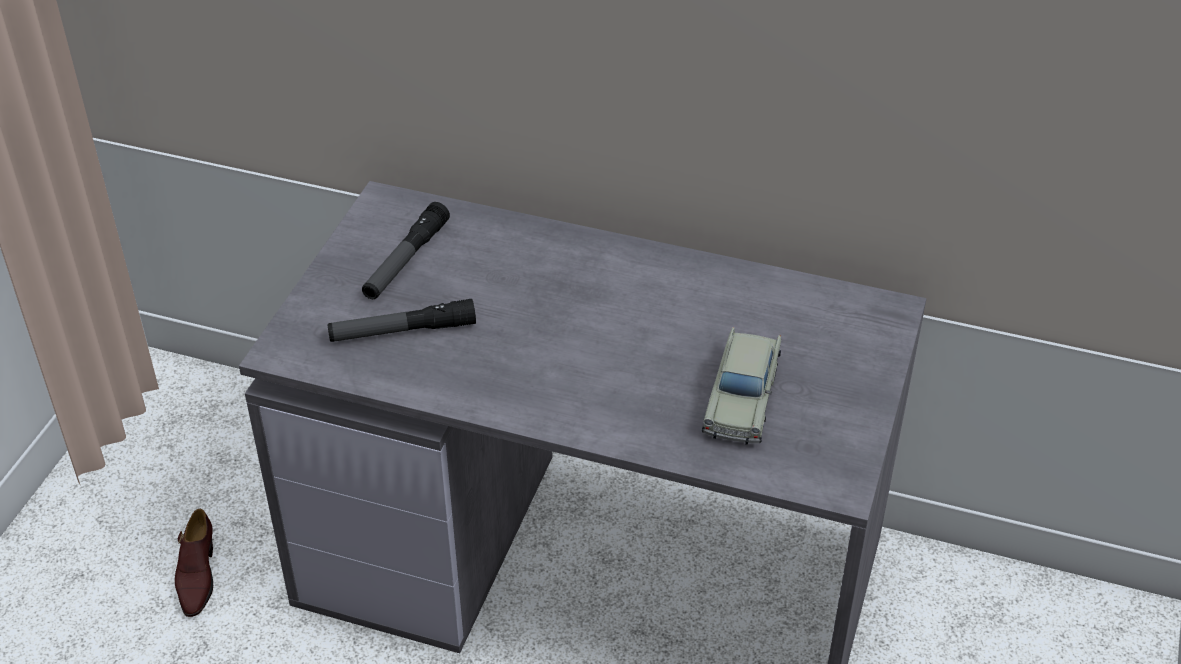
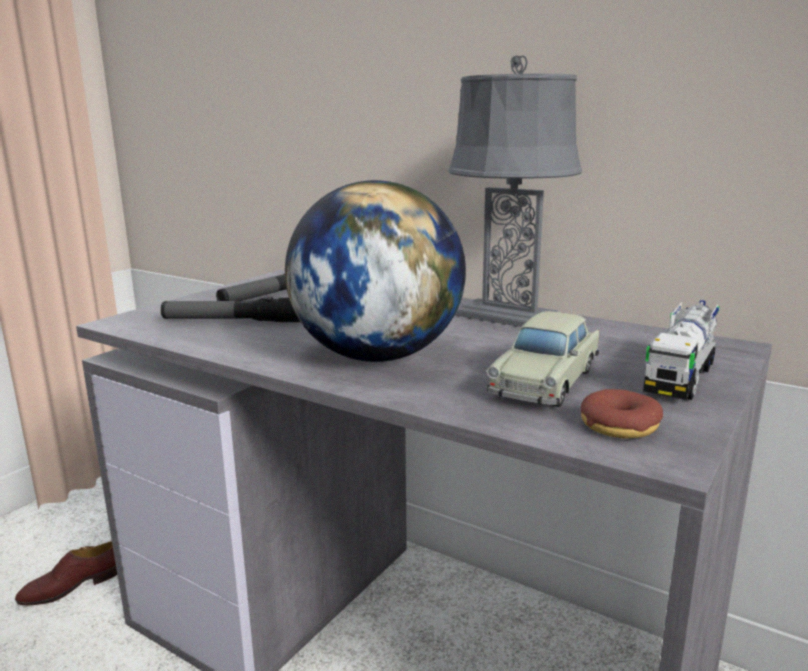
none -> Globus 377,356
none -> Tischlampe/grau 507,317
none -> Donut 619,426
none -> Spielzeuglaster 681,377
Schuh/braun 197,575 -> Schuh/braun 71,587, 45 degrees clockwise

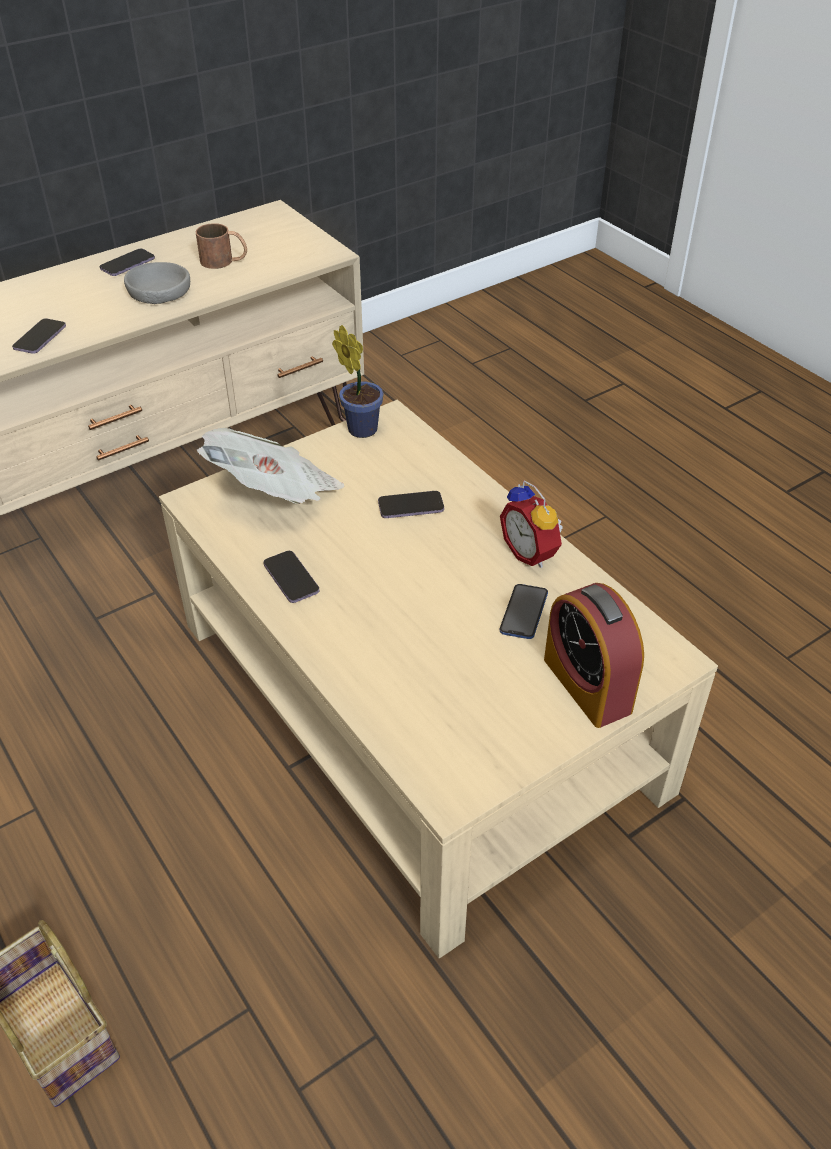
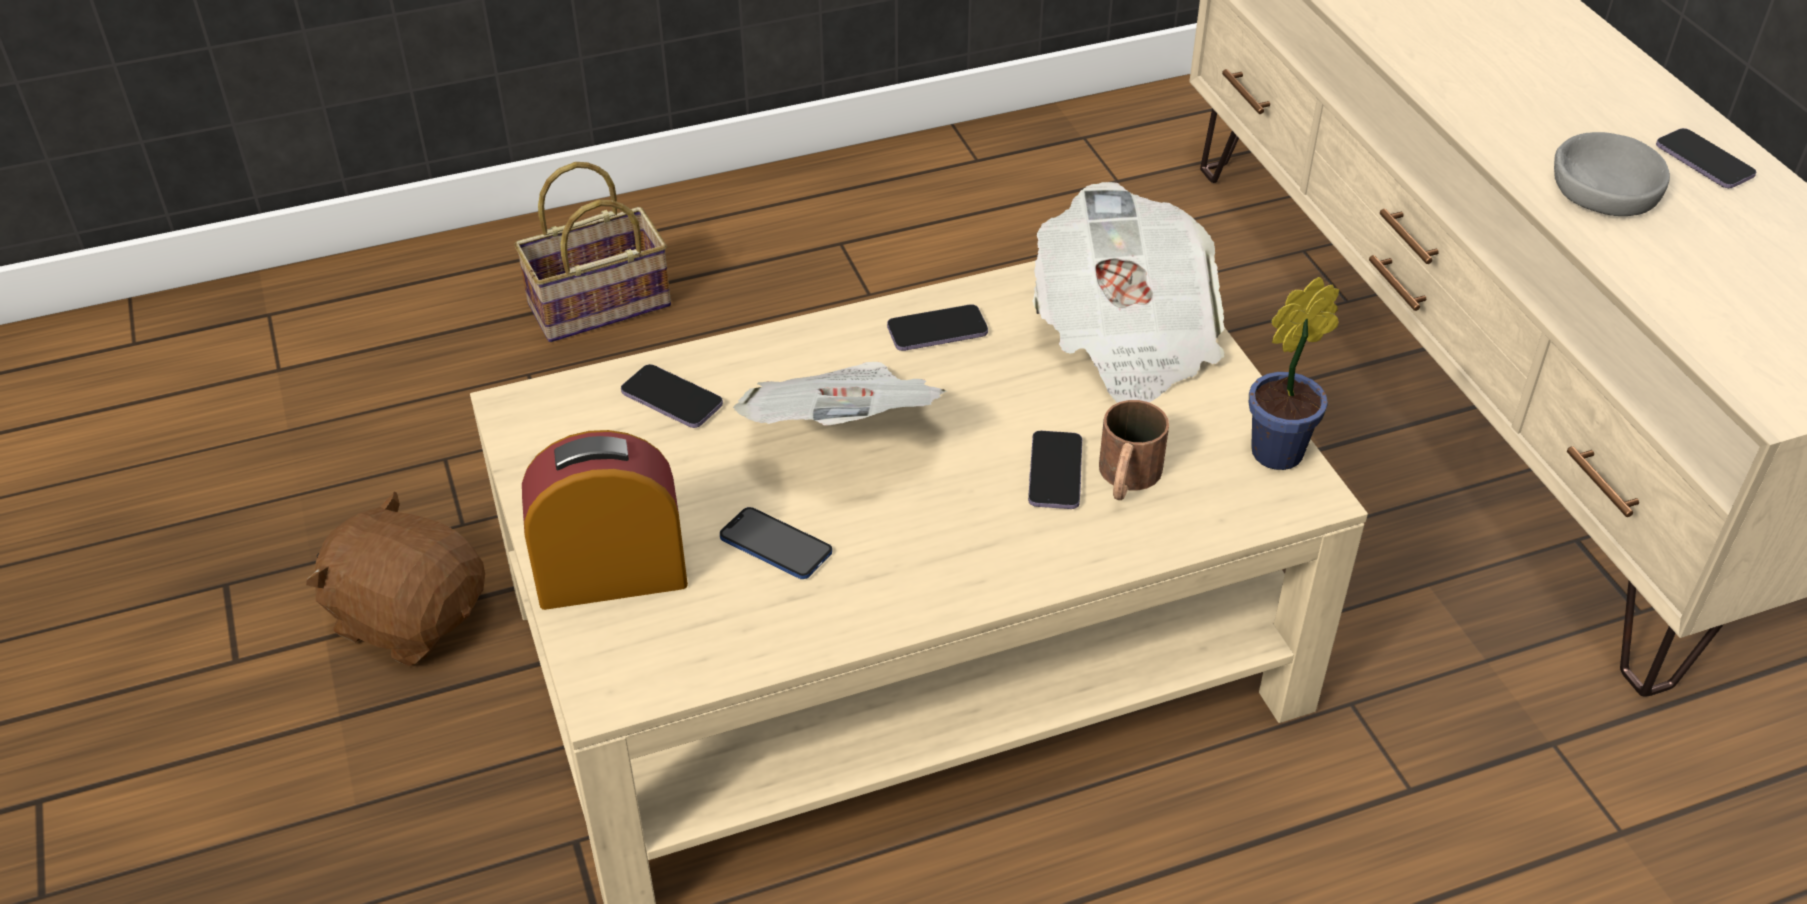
Wecker 531,552 -> none
none -> Plüschtier/braun 409,616
none -> Zeitung 842,435
Handy 40,338 -> Handy 672,399, move
Henkelbecher/braun 224,261 -> Henkelbecher/braun 1126,479, move

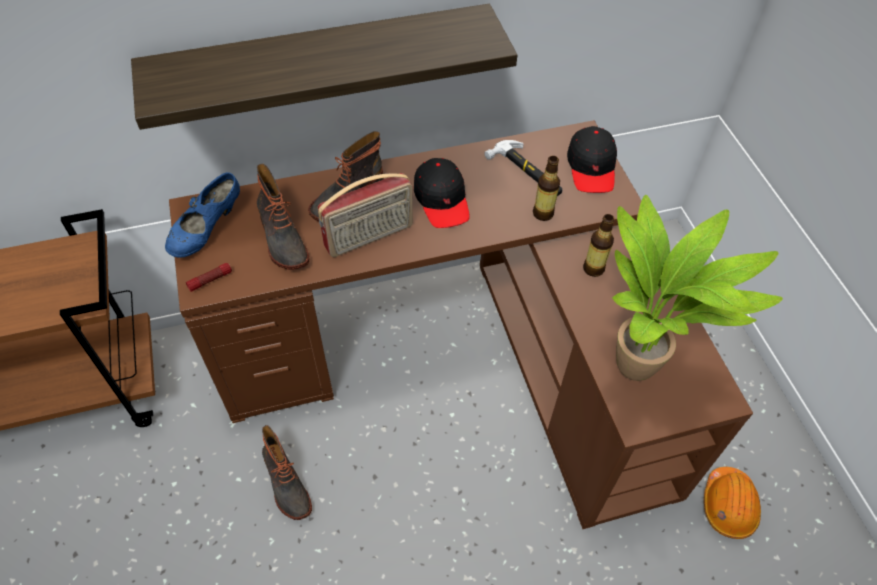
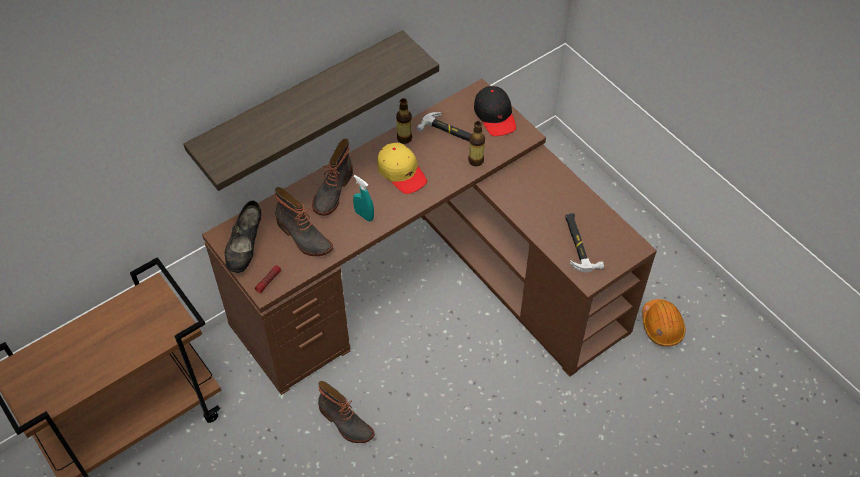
Flasche 593,268 -> Flasche 404,138, move
Radio 369,237 -> Sprühflasche/türkis 364,215
Topfpflanze 641,366 -> Hammer 579,244
Schuh/blau 207,231 -> Schuh/schwarz 245,248
Kappe/schwarz 442,200 -> Kappe/gelb 401,172

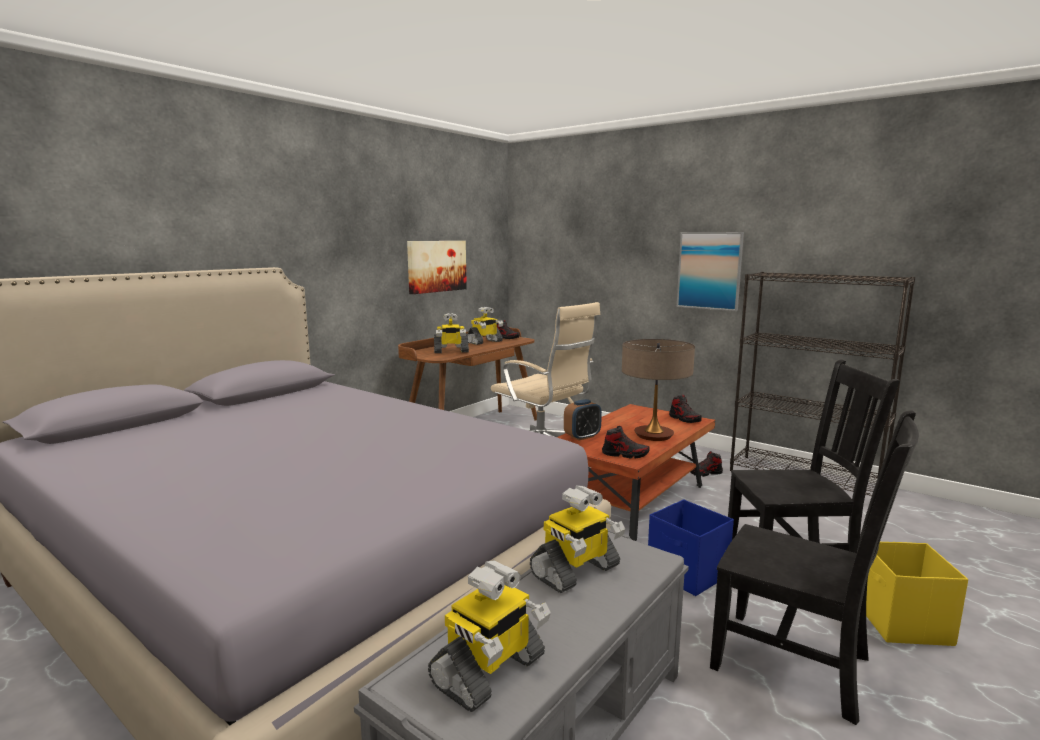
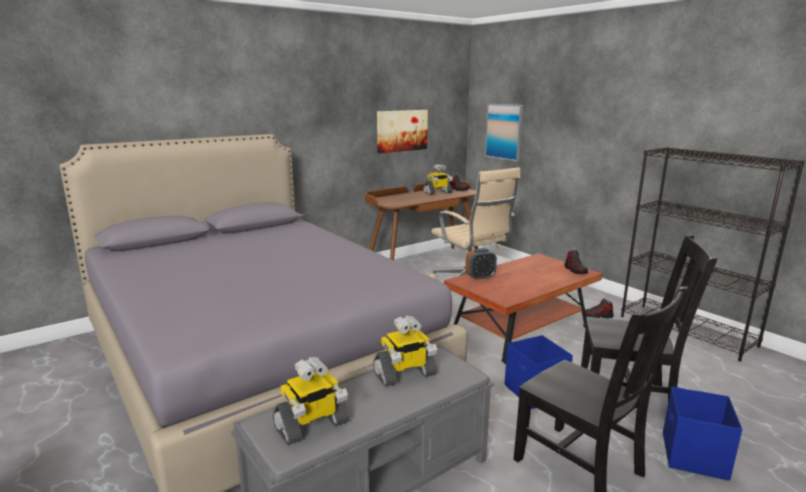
Spielzeugroboter 451,351 -> none
Schuh 625,454 -> none
Tischlampe 654,435 -> none
Bild 709,270 -> Bild 504,131, move
Aufbewahrungsbox/gelb 902,623 -> Aufbewahrungsbox/blau 693,456

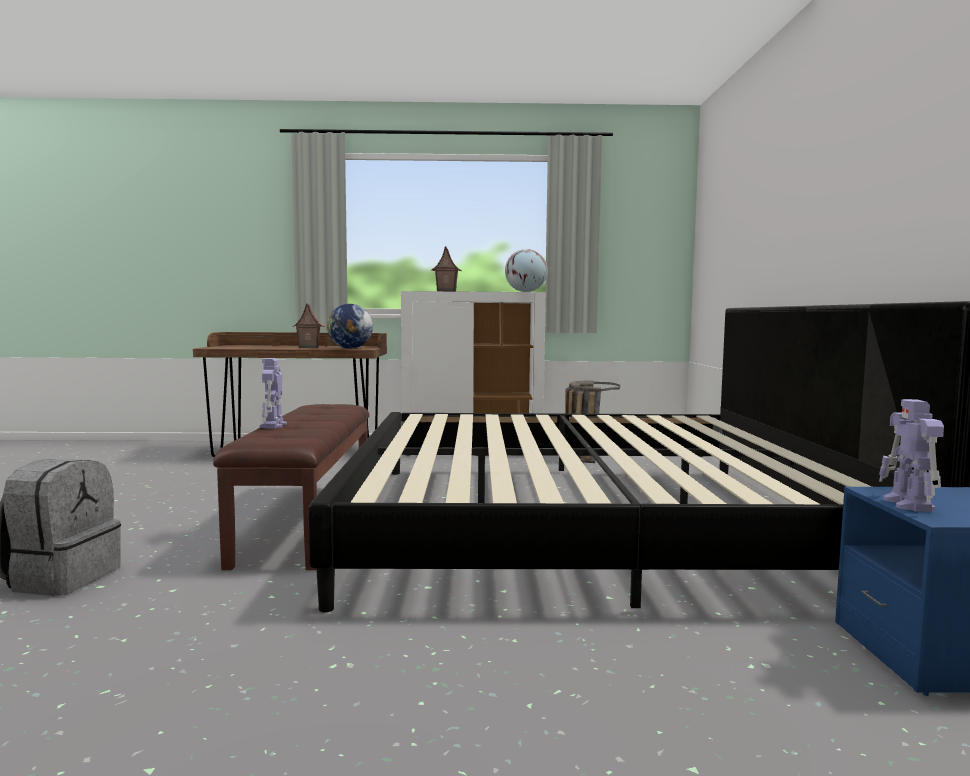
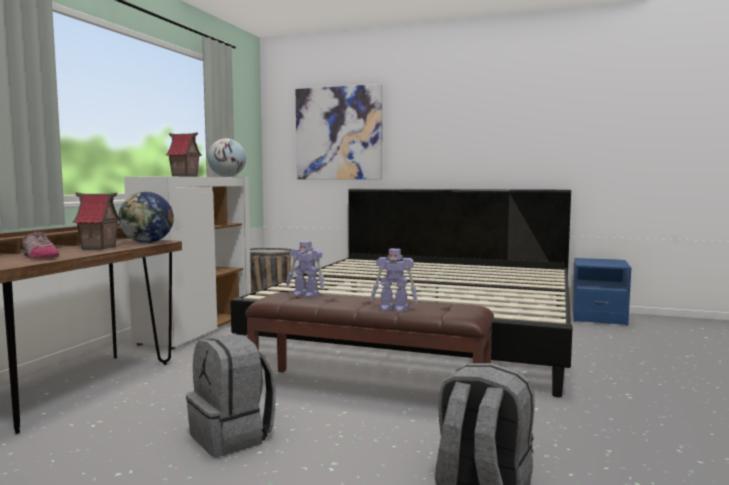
none -> Schuh 39,257
none -> Rucksack/grau 232,437
none -> Bild 338,133
Spielzeugroboter 909,504 -> Spielzeugroboter 306,295, move

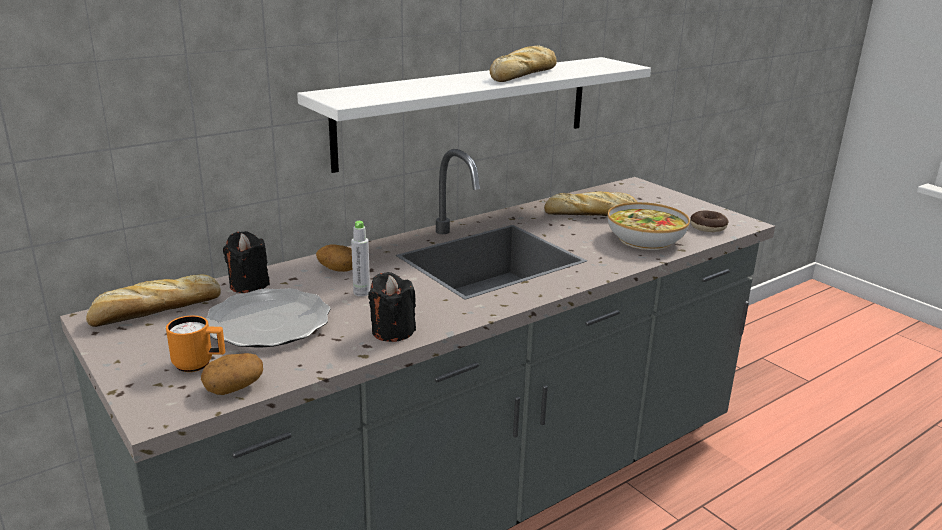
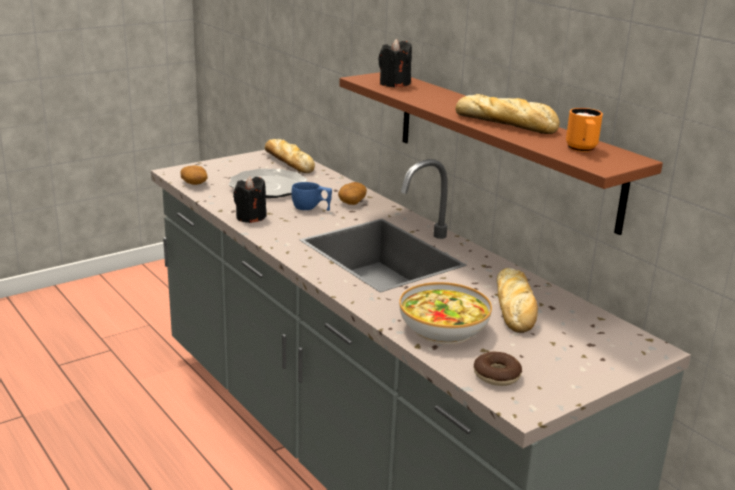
Henkelbecher/orange 199,364 -> Henkelbecher/orange 582,149, move
Kerze/schwarz 249,285 -> Kerze/schwarz 394,84, move
Flasche/grau 361,292 -> Tasse/blau 311,208
Wandregal/weiß 468,110 -> Wandregal/braun 502,146

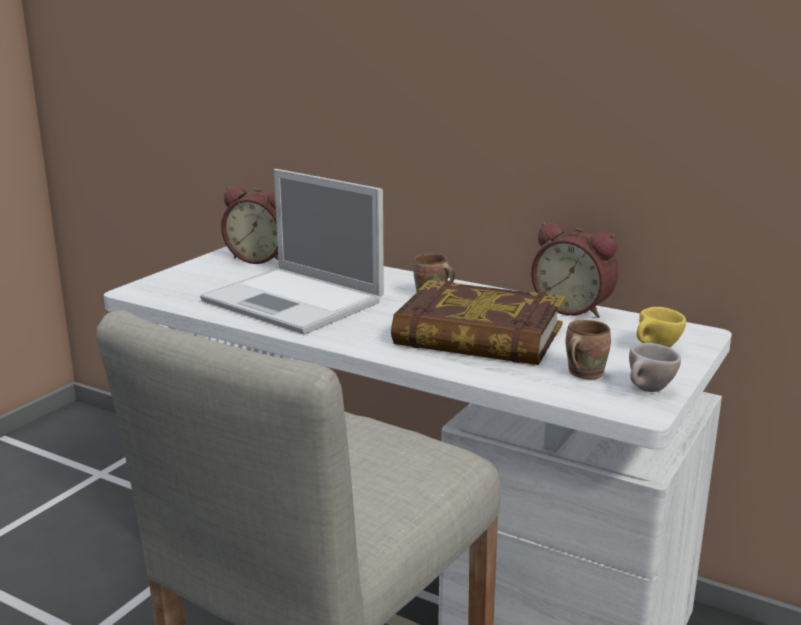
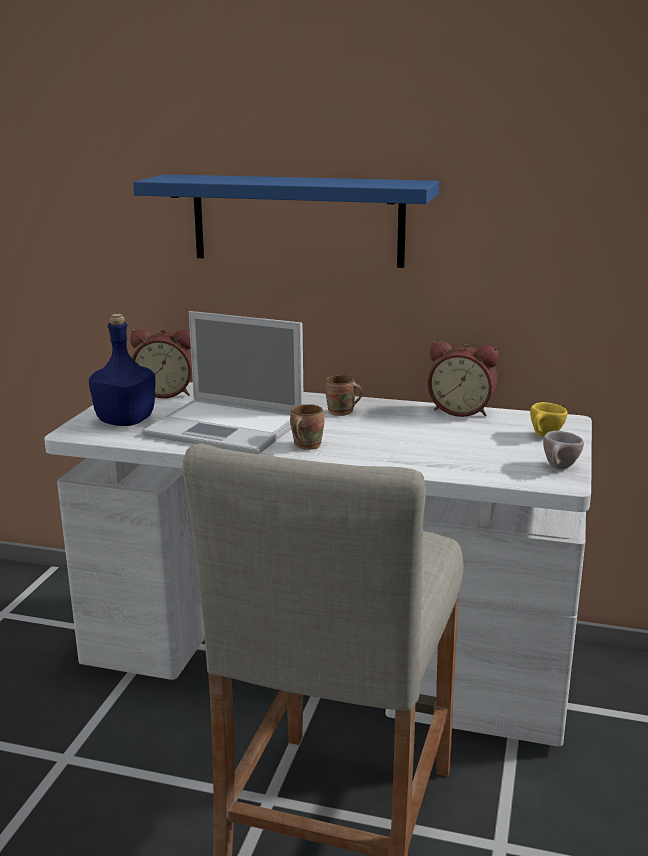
Buch 478,336 -> none
none -> Flasche/blau 127,421
none -> Wandregal/blau 297,220
Henkelbecher/braun 582,373 -> Henkelbecher/braun 305,446, move

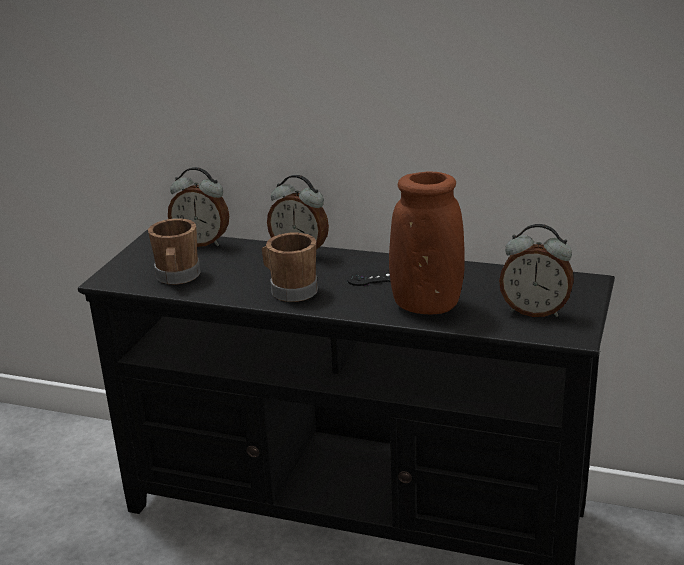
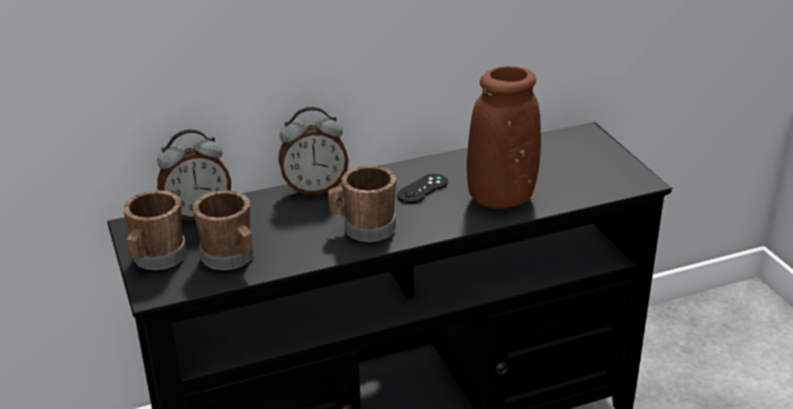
Wecker 535,311 -> none
none -> Henkelbecher/braun 156,259

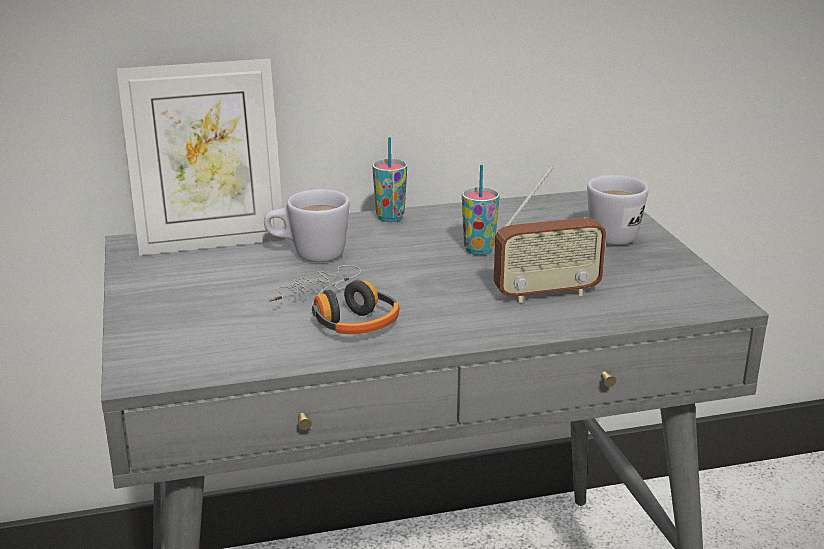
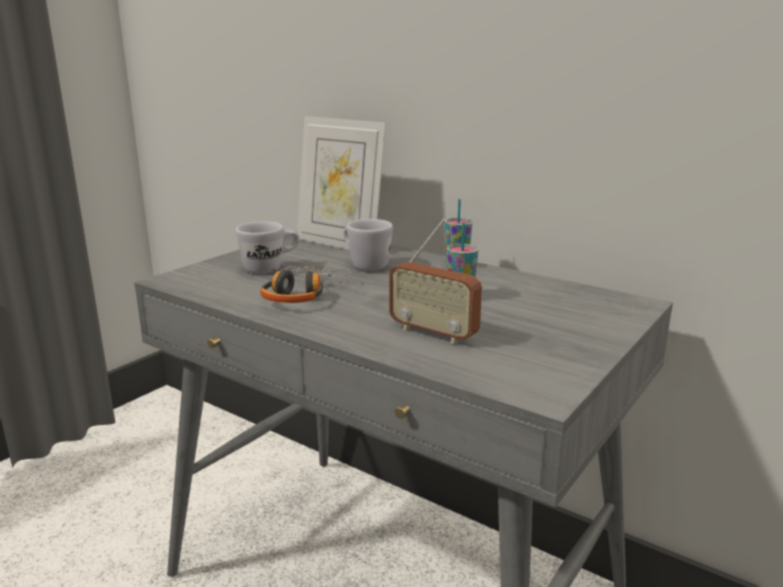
Henkelbecher/weiß 612,234 -> Henkelbecher/weiß 270,268, move

